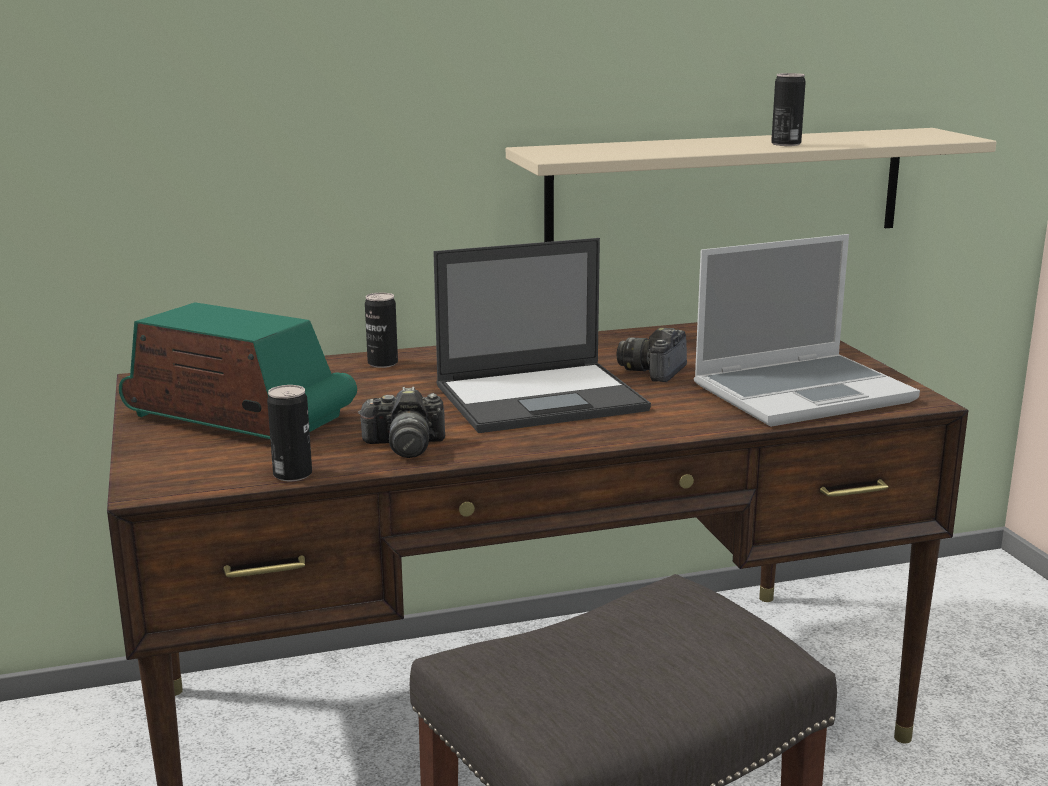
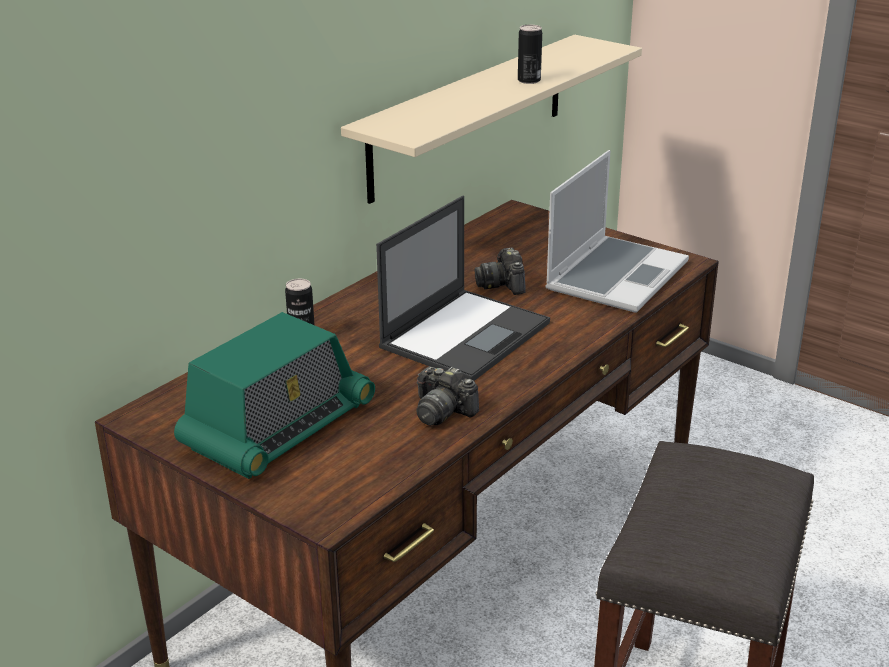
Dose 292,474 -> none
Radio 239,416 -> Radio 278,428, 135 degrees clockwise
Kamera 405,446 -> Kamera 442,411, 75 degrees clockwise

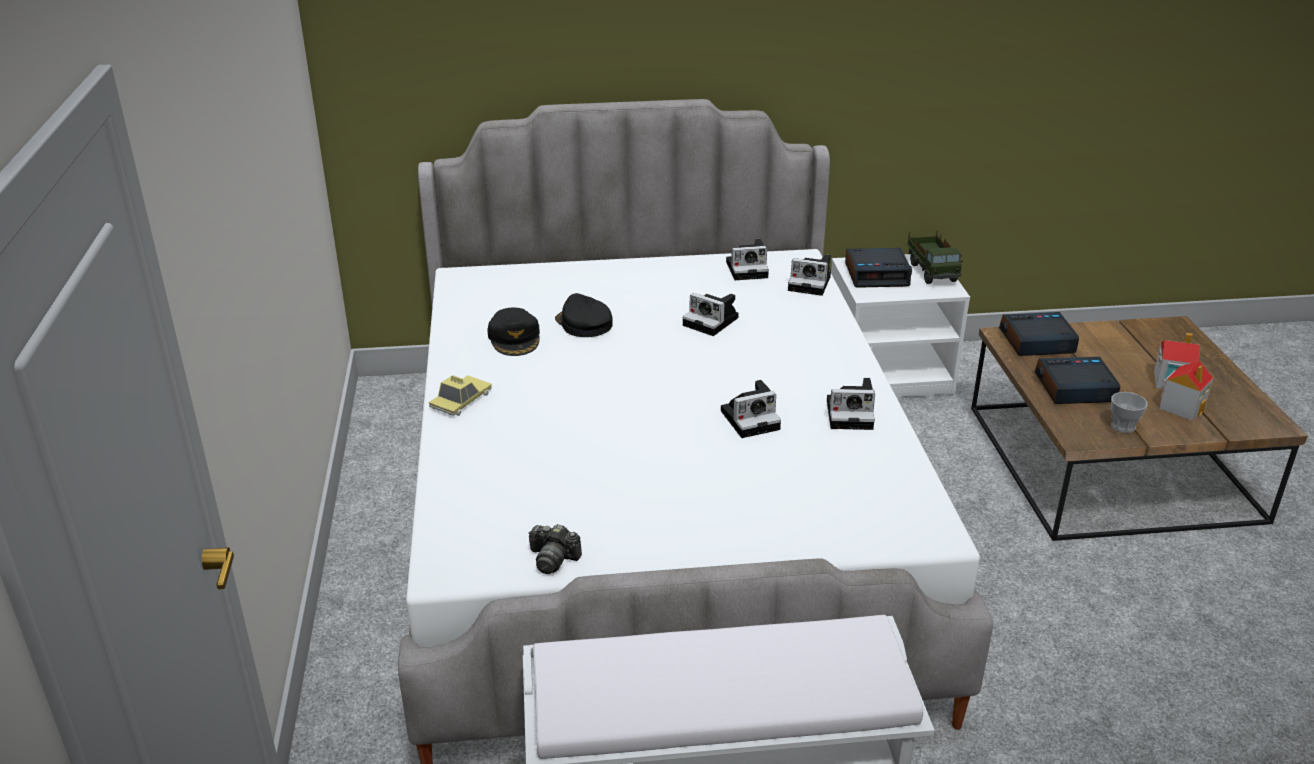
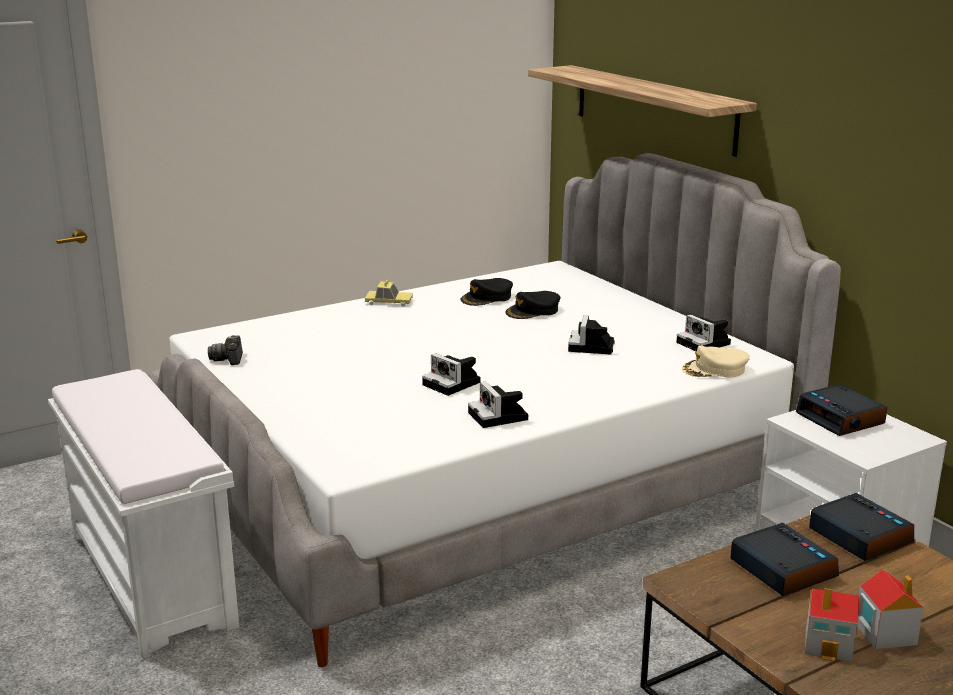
Spielzeuglaster 932,271 -> none
Tasse 1123,426 -> none
none -> Wandregal 653,108
Kamera 811,283 -> Kappe/beige 715,370
Kappe/schwarz 583,324 -> Kappe/schwarz 533,311, 150 degrees counterclockwise

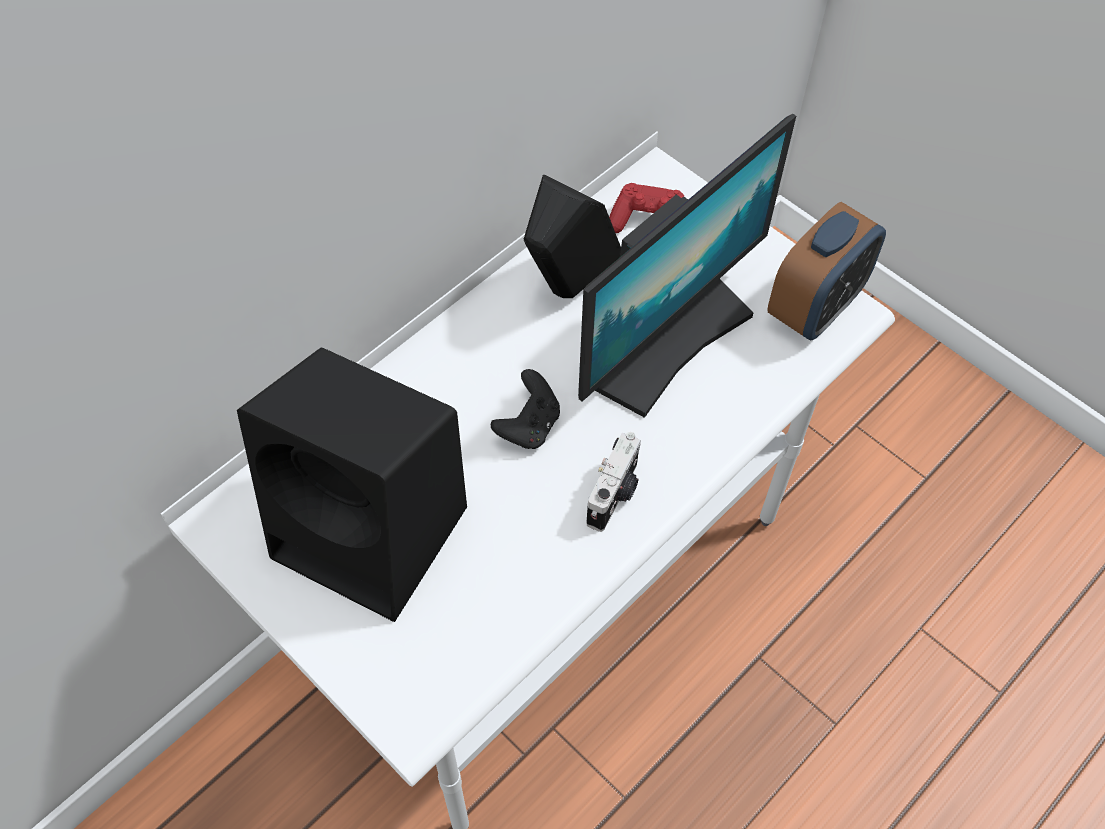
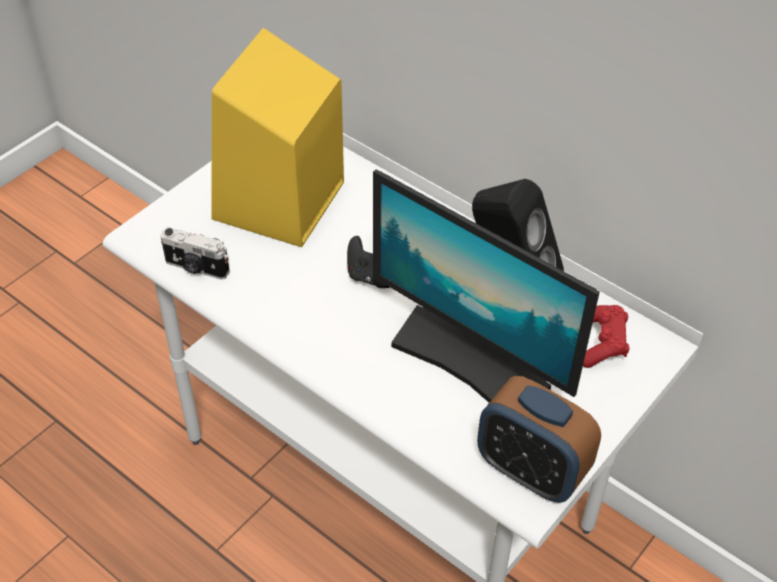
Kamera 615,494 -> Kamera 196,268, move
Lautsprecher/schwarz 375,533 -> Lautsprecher/gelb 278,203

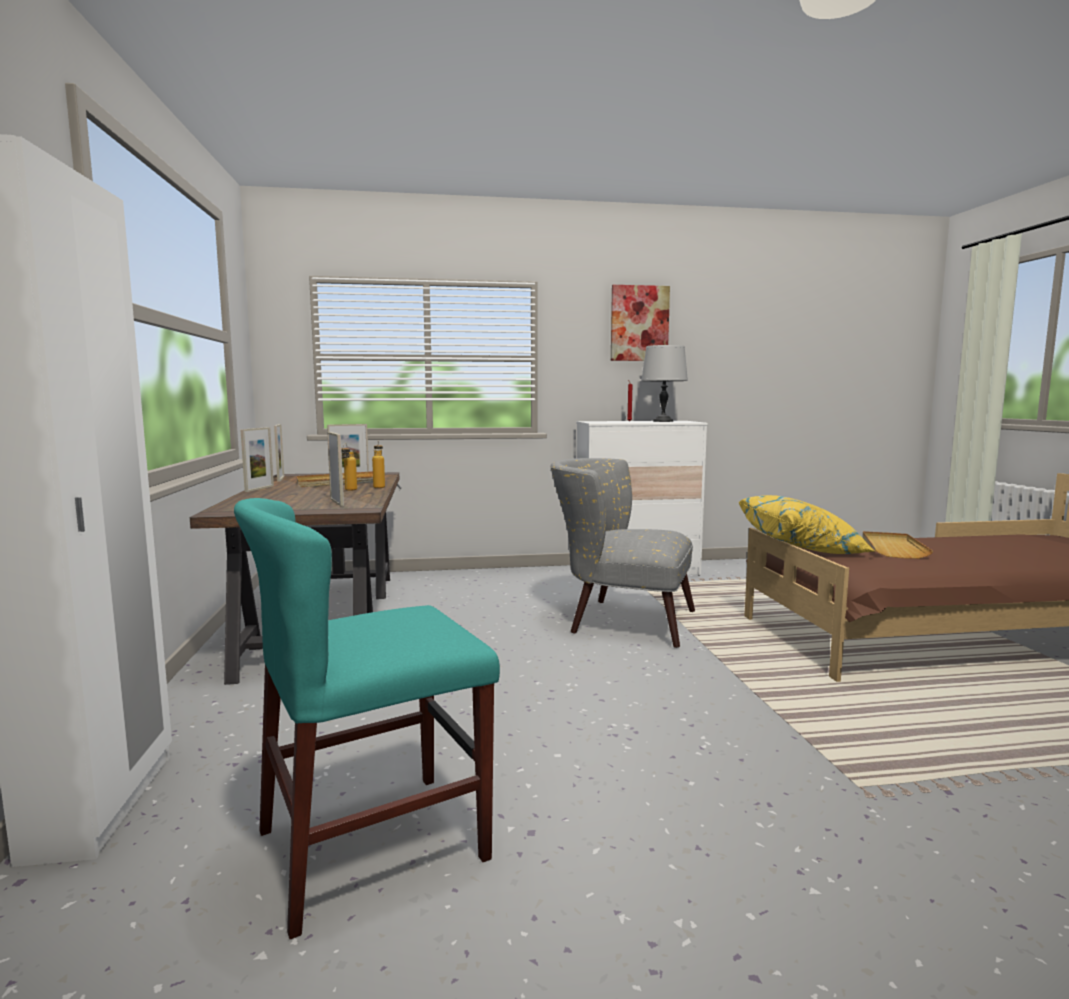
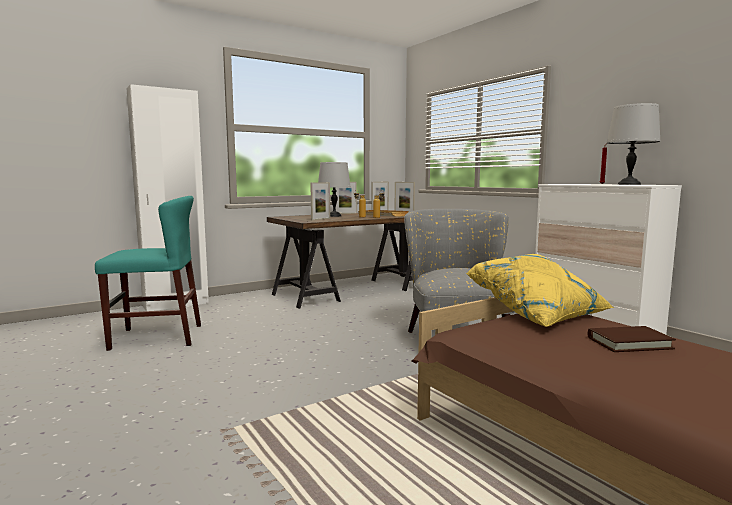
Bild 639,323 -> none
none -> Tischlampe/grau 334,216
Tablett/beige 892,548 -> Buch/braun 629,343
Stuhl/türkis 373,844 -> Stuhl/türkis 157,337, 135 degrees clockwise

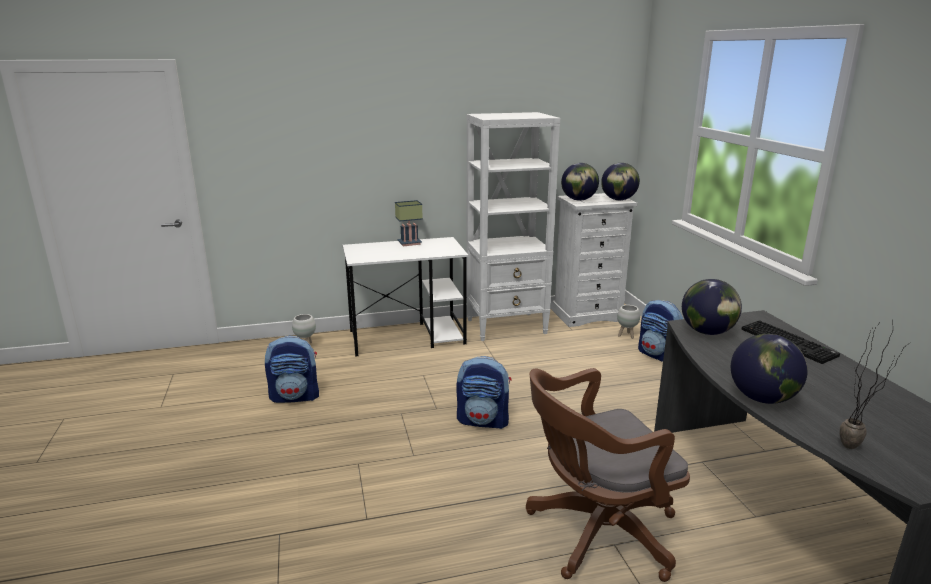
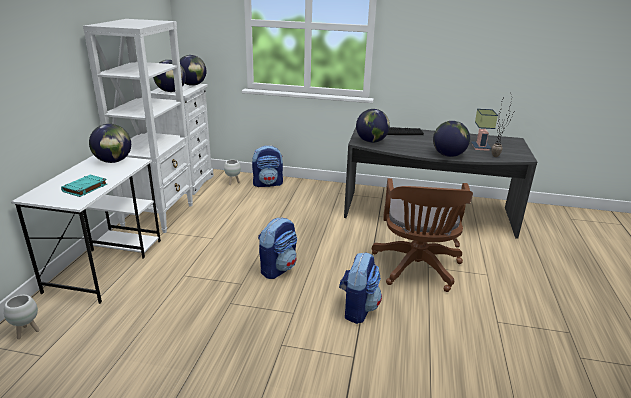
none -> Buch/türkis 85,188
none -> Globus 113,161
Rucksack 295,396 -> Rucksack 357,309, move
Tischlampe 409,243 -> Tischlampe 481,147, move

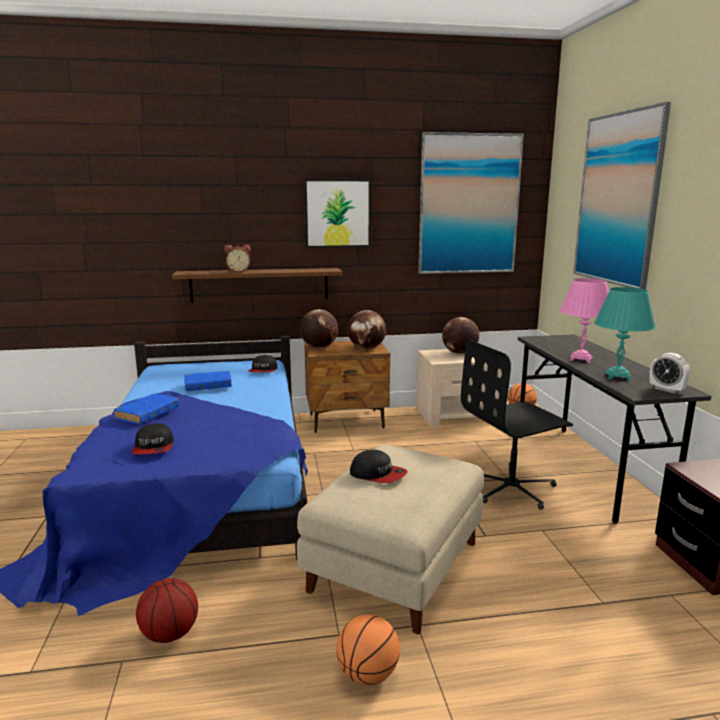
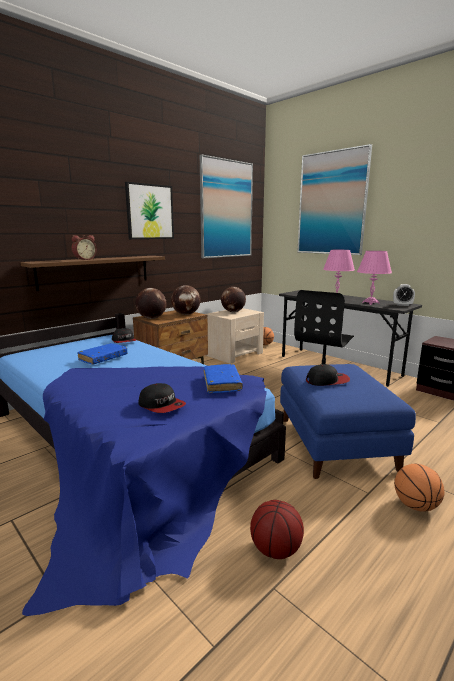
Buch/blau 148,414 -> Buch/blau 222,383, move
Polsterhocker/beige 395,566 -> Polsterhocker/blau 334,443
Tischlampe/türkis 617,376 -> Tischlampe/rosa 370,303

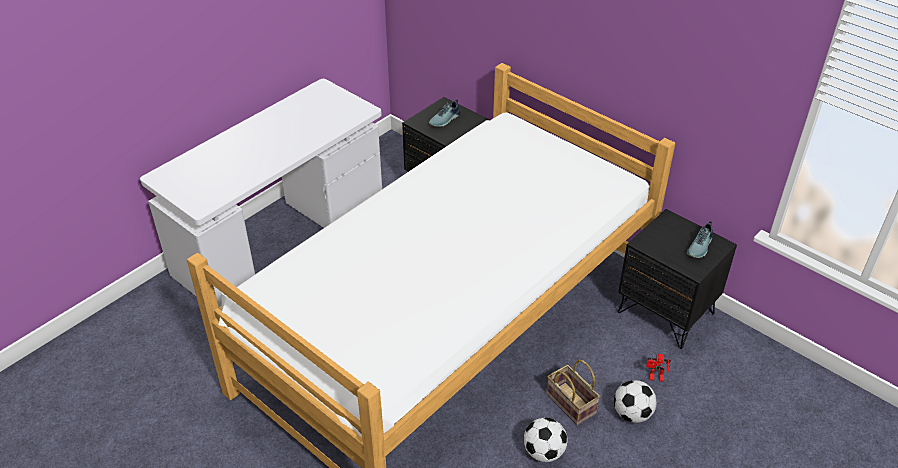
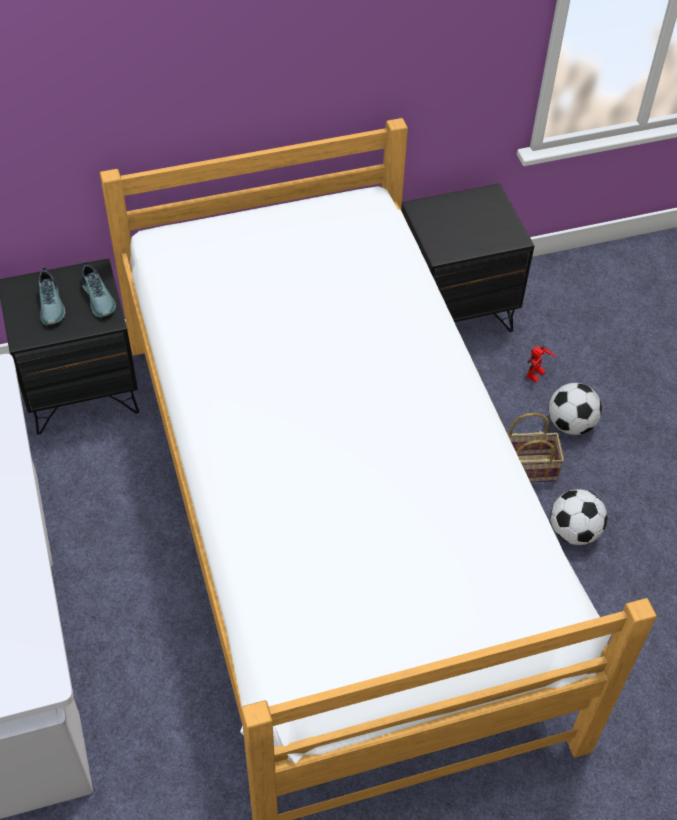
Schuh 701,246 -> Schuh 99,297, move

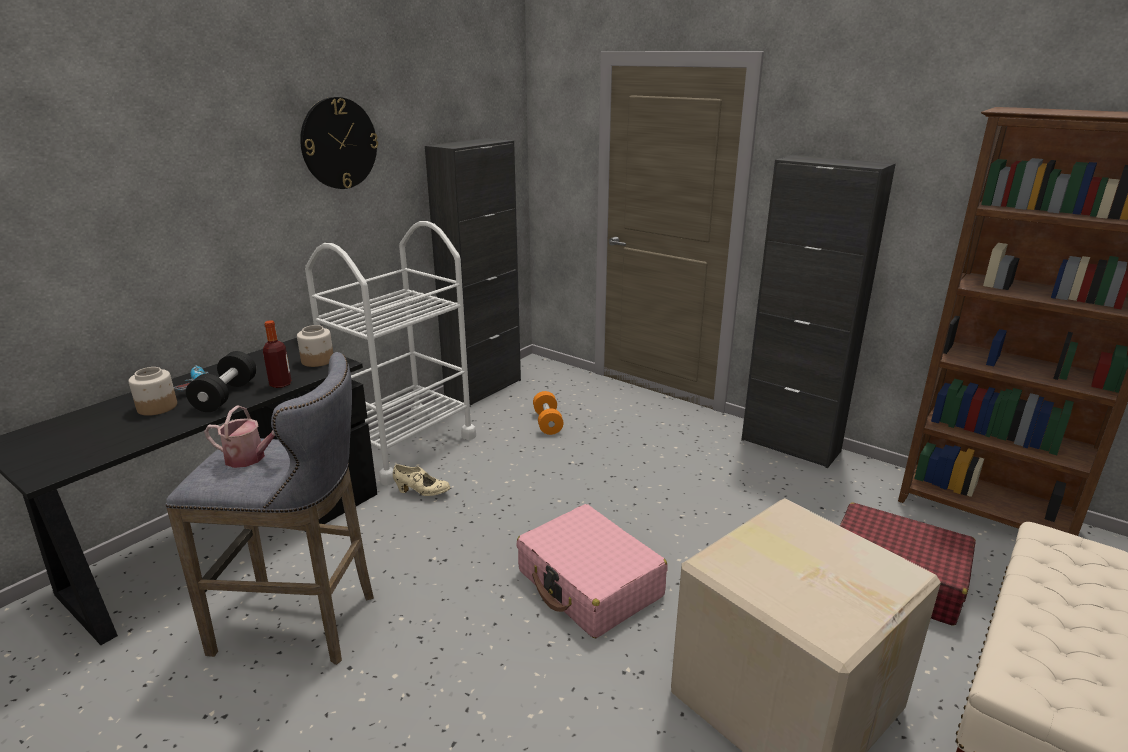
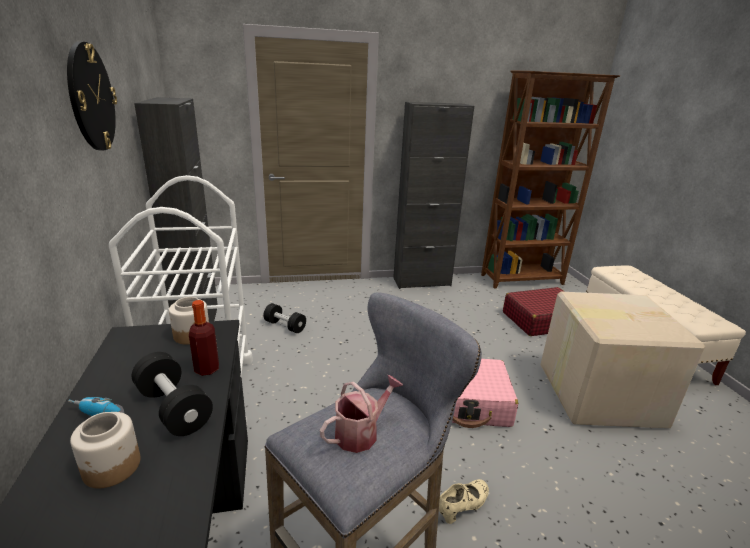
Schuh/beige 422,492 -> Schuh/beige 462,507, move
Hantel/orange 547,422 -> Hantel/schwarz 285,326

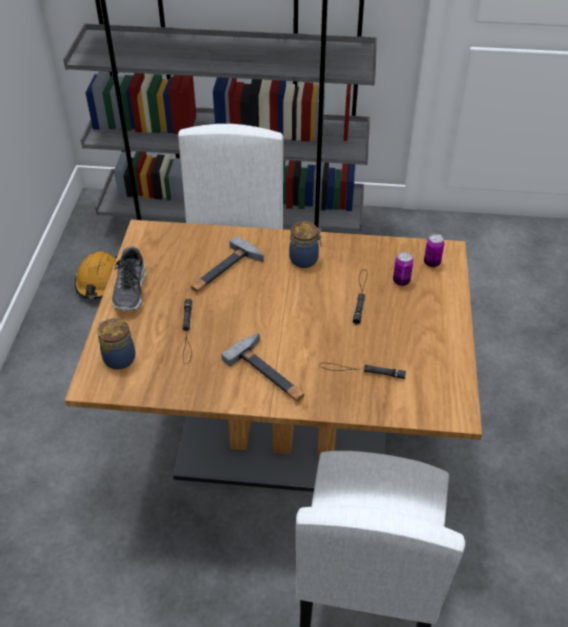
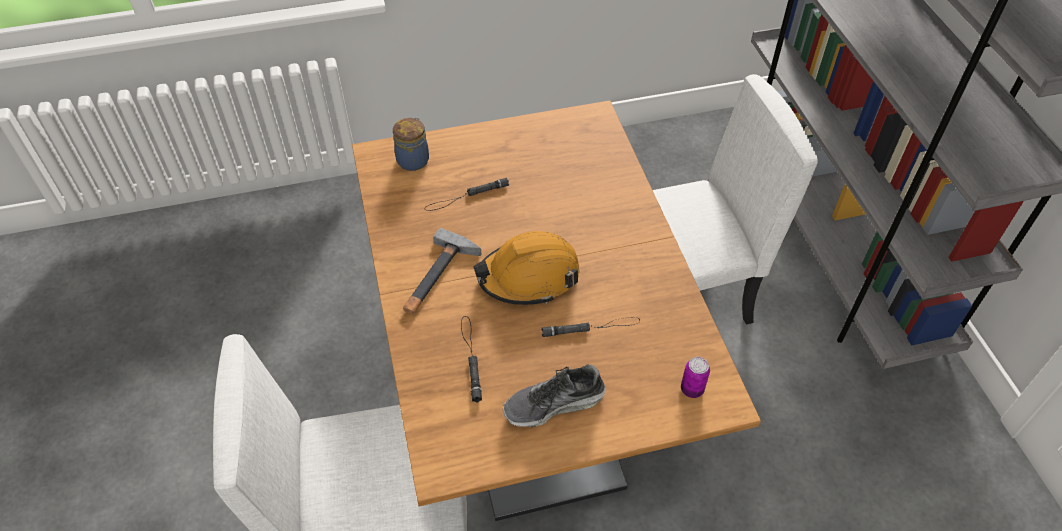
Hammer 224,271 -> none
Vorratsglas 305,259 -> none
Dose 401,281 -> none
Schutzhelm/orange 99,282 -> Schutzhelm/orange 529,277, move
Schuh 131,290 -> Schuh 554,404, move

